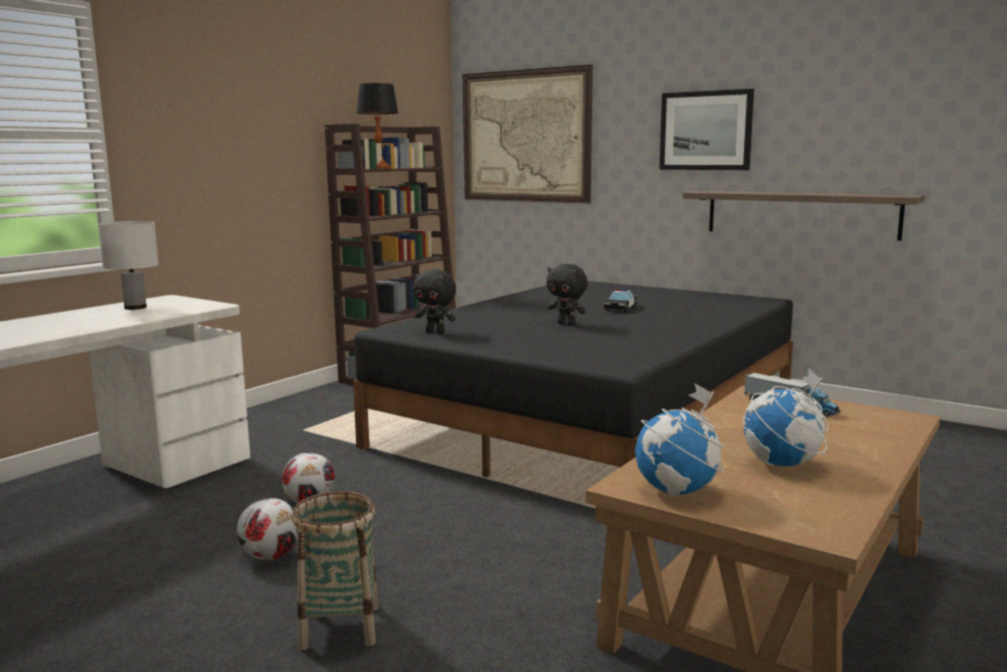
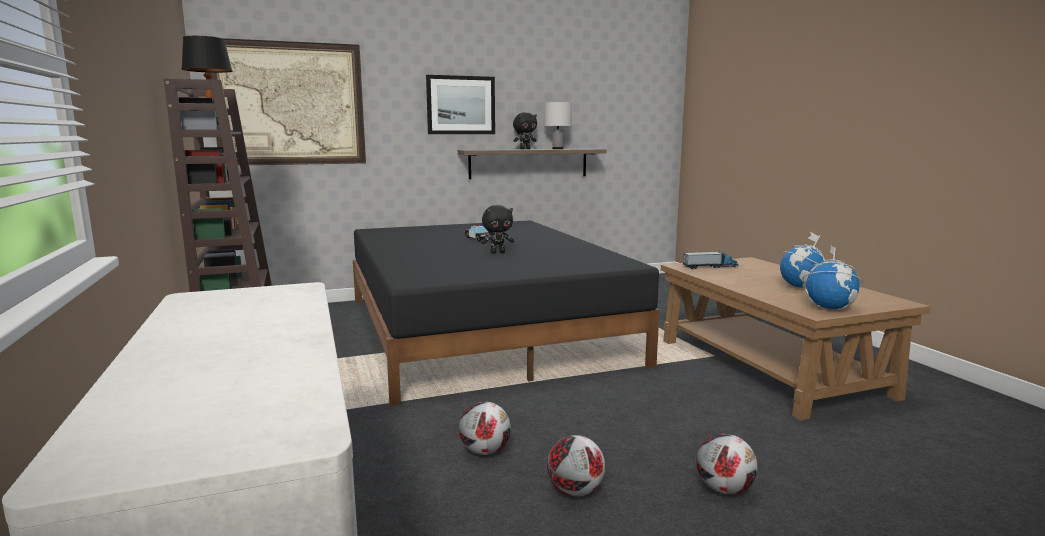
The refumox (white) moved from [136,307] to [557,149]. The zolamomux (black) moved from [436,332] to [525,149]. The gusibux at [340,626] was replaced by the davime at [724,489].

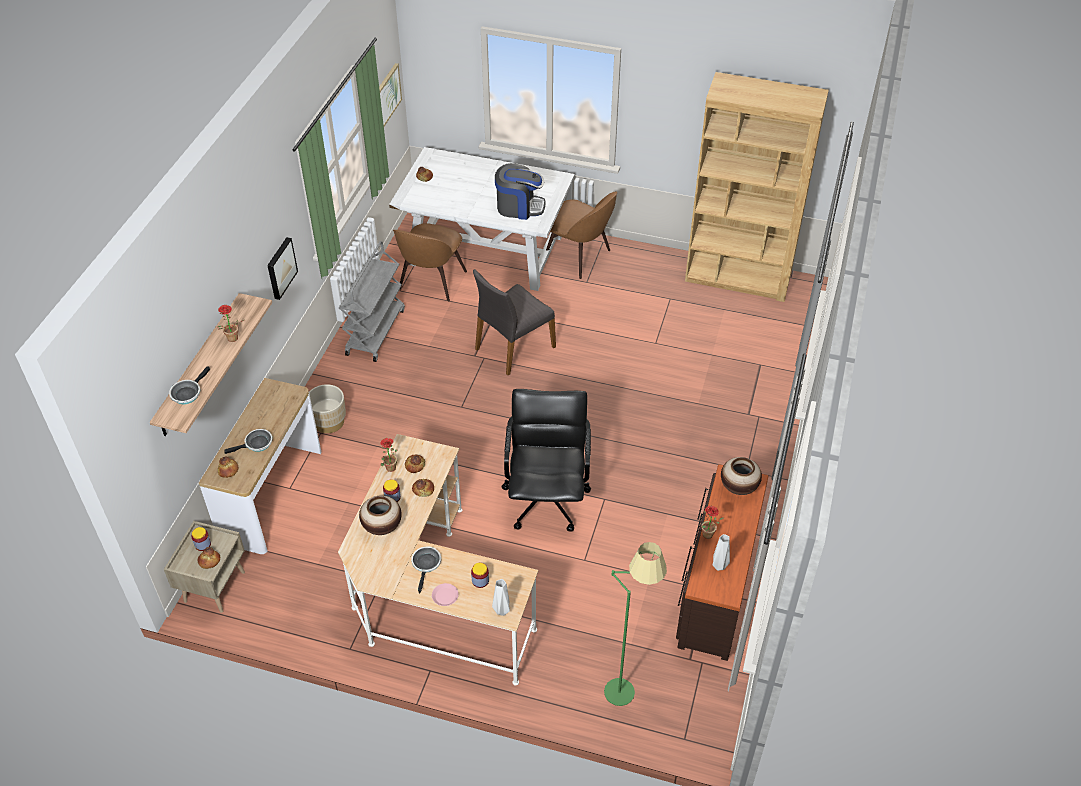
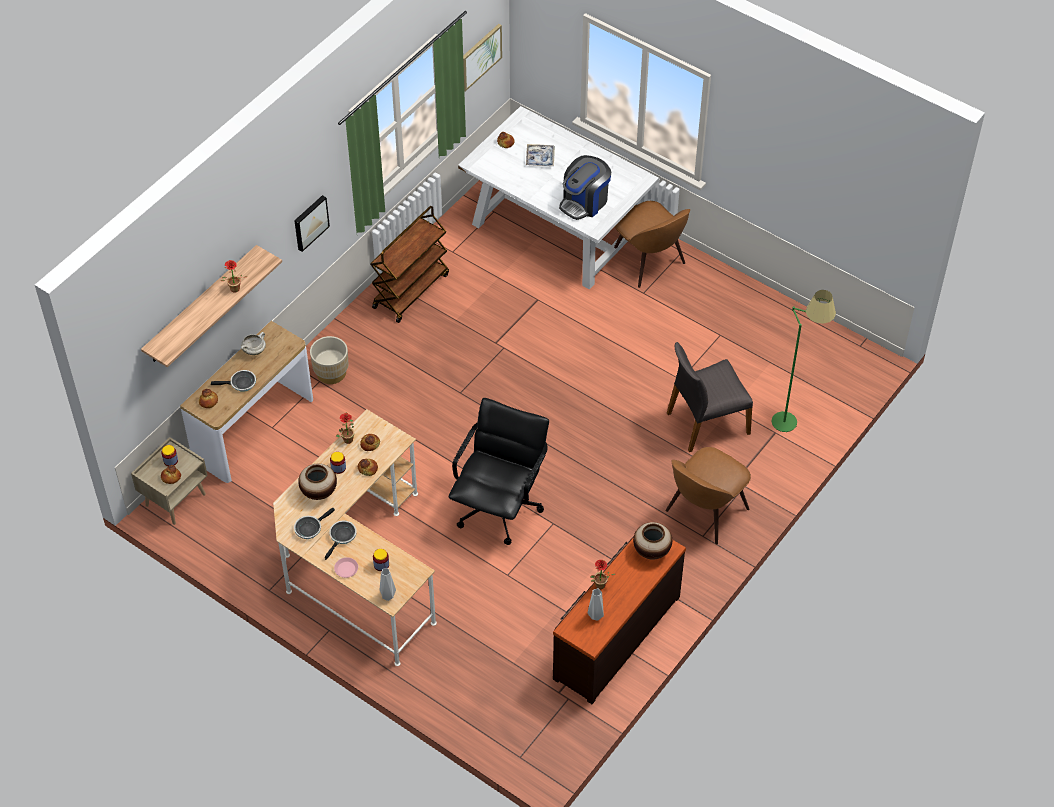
The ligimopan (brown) at [738,278] disappeared. The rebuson at [519,207] turned 105 degrees clockwise. The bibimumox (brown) moved from [431,282] to [705,512]. The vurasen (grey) at [375,331] became the vurasen (brown) at [410,290]. The bibimumox (grey) moved from [513,347] to [706,422]. The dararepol moved from [187,393] to [310,528]. The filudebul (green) moved from [627,681] to [793,416]. The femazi at [540,158] appeared. The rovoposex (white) at [254,350] appeared.

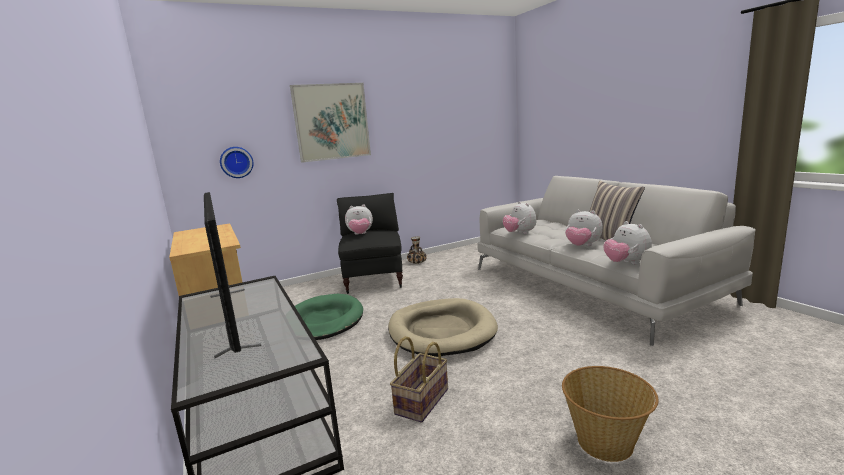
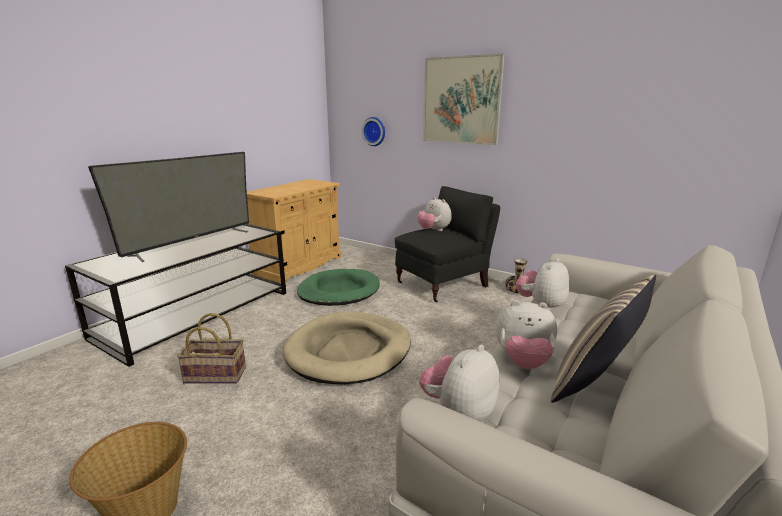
The zolamomux at [582,246] turned 90 degrees counterclockwise.

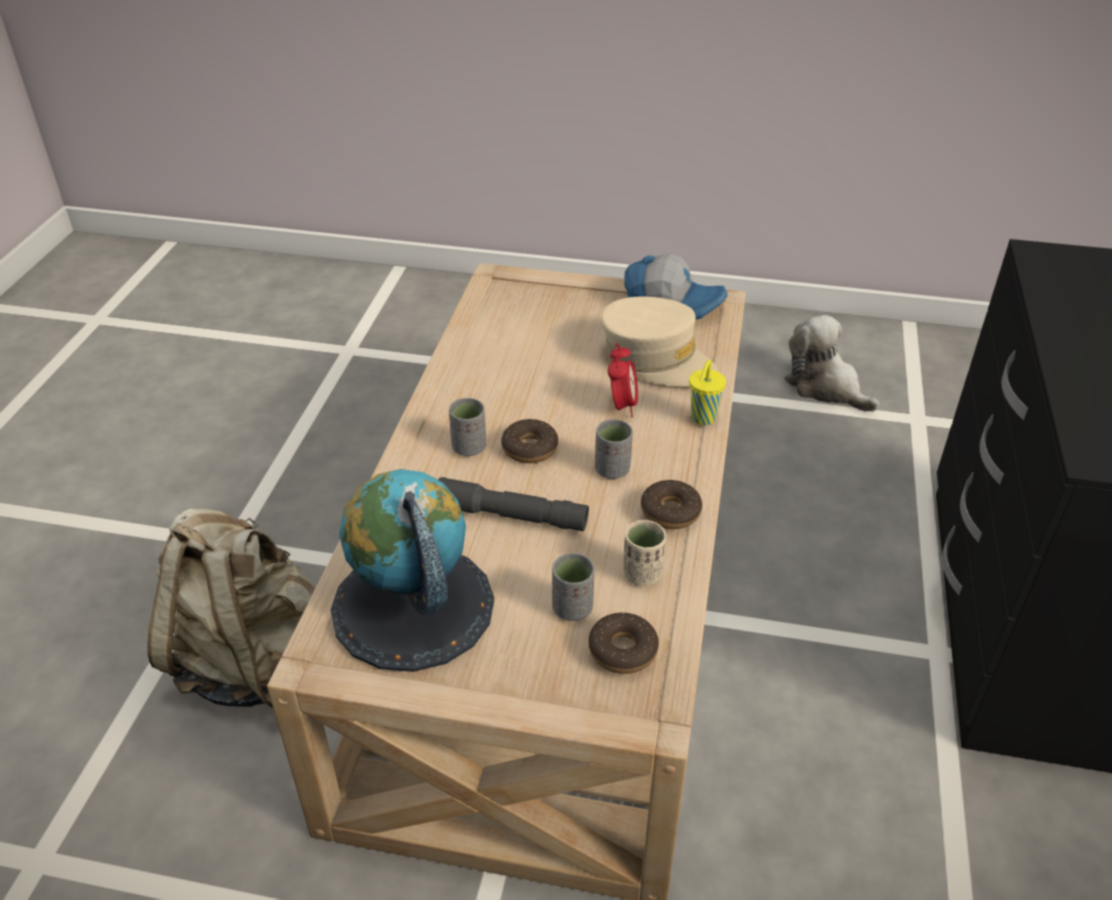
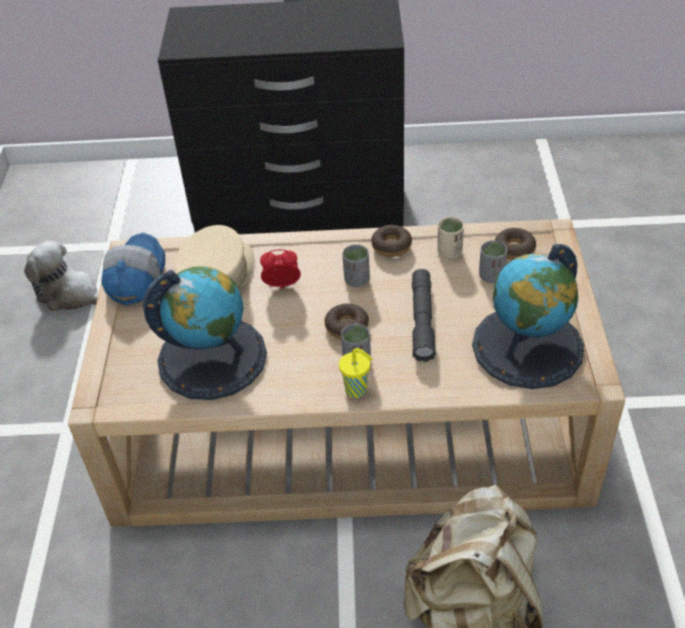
The zolamomux at [825,387] turned 75 degrees clockwise. The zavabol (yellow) moved from [702,419] to [357,390]. The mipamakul at [212,357] appeared.

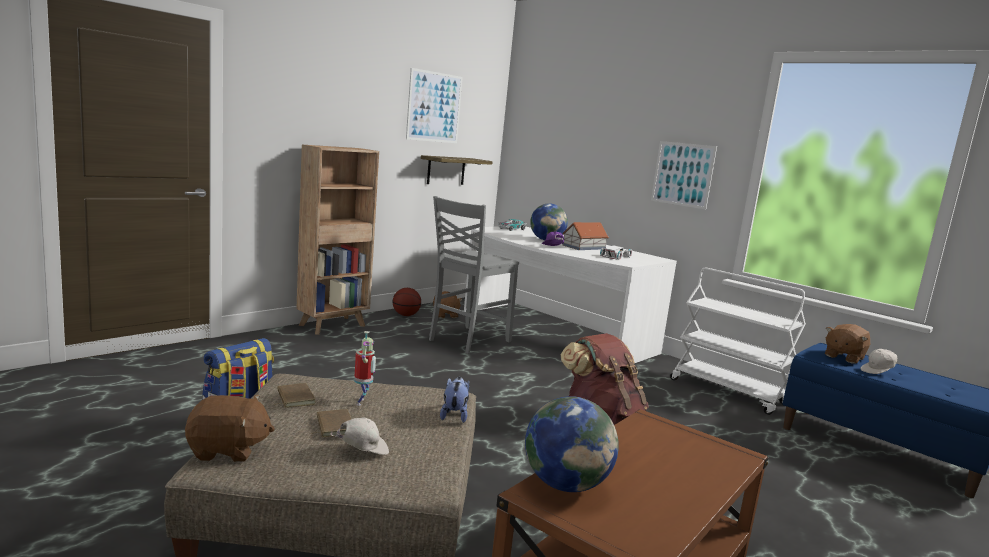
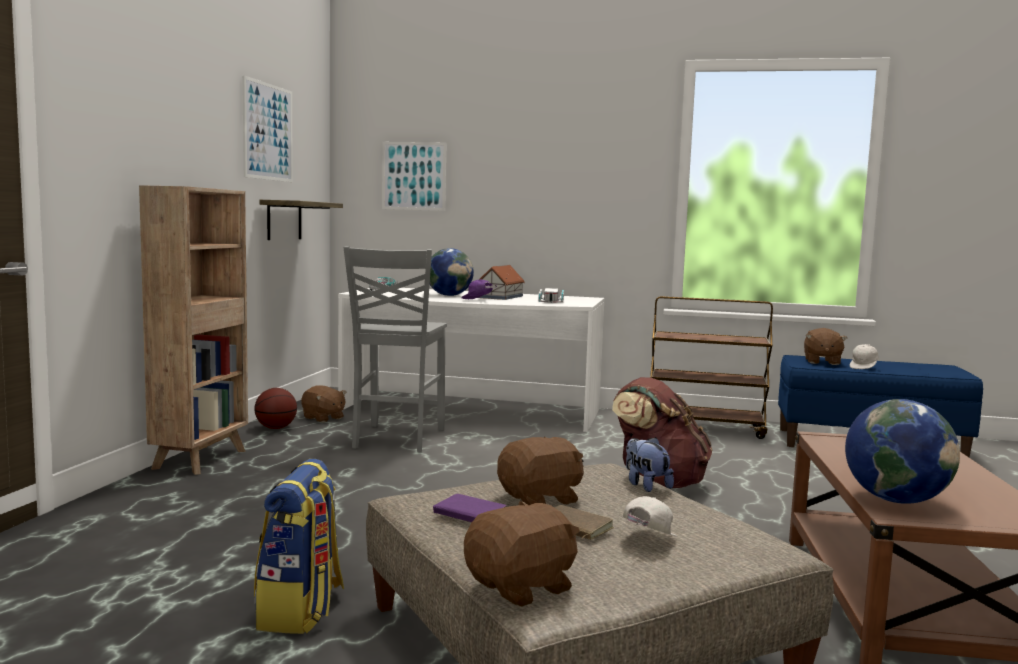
The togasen moved from [682,174] to [413,176]. The vurasen (white) at [729,392] became the vurasen (brown) at [705,428]. The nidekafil at [362,402] was replaced by the zolamomux (brown) at [541,499]. The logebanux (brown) at [294,398] became the logebanux (purple) at [468,514].

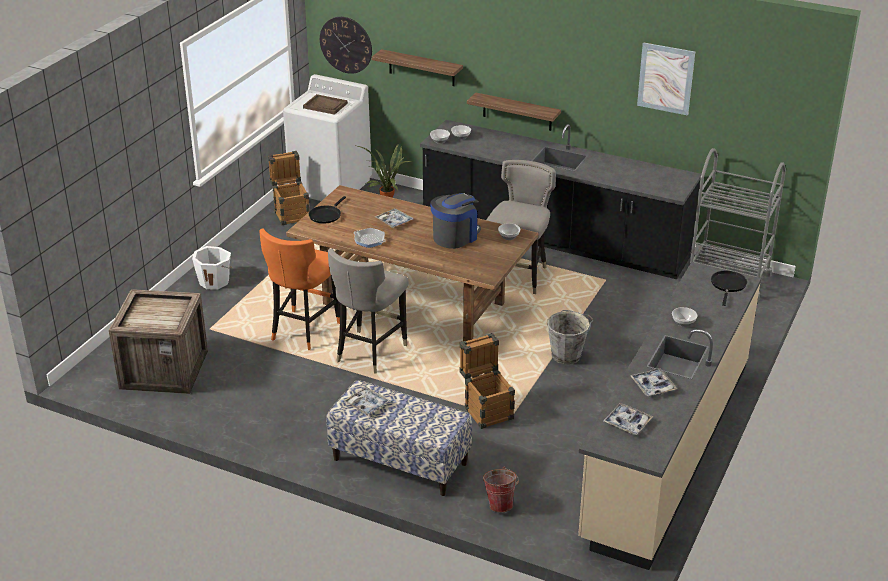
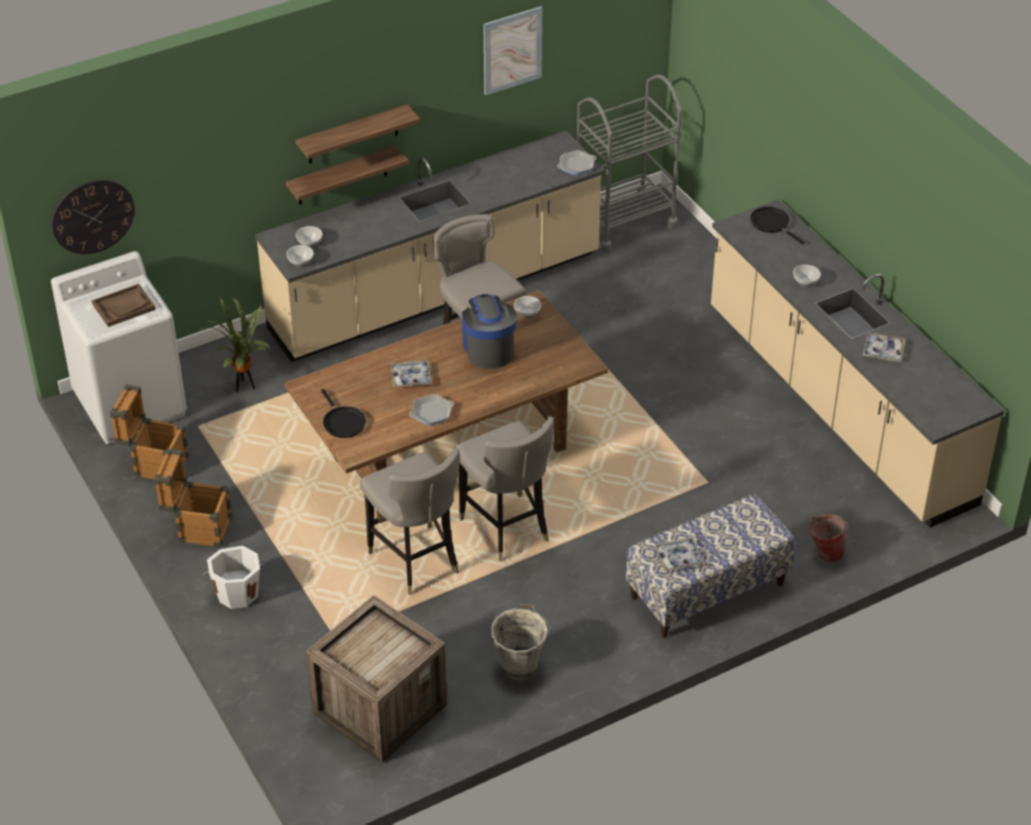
The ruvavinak moved from [421,68] to [352,135]. The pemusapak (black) at [553,240] became the pemusapak (beige) at [436,294]. The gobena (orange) at [303,331] became the gobena (grey) at [416,561]. The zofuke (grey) moved from [567,355] to [519,663]. The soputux moved from [486,409] to [198,528]. The femazi at [627,423] disappeared. The dararepol at [576,166] appeared.

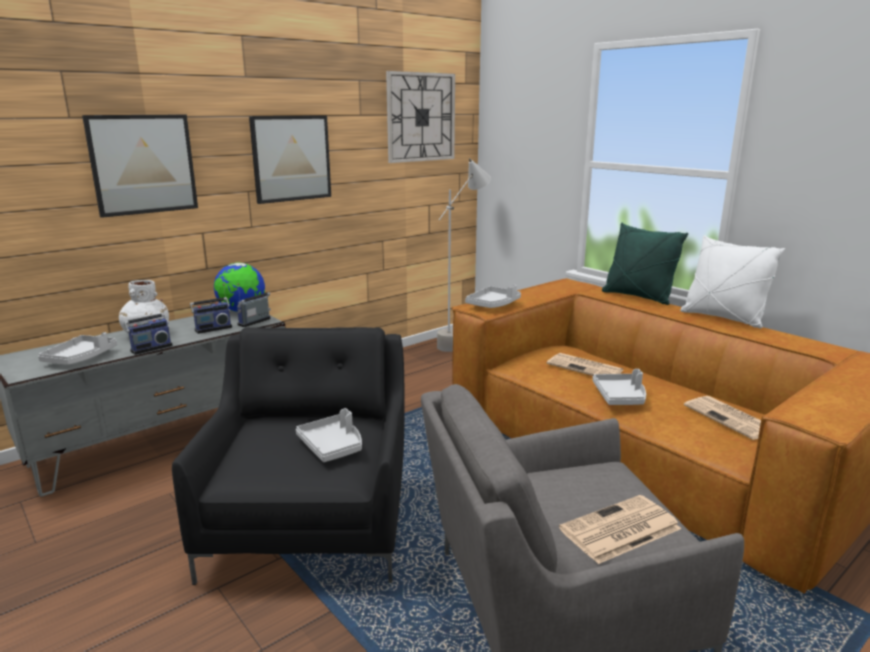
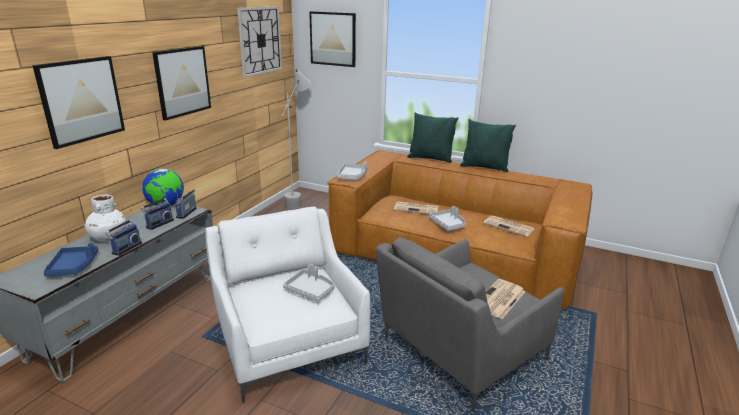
The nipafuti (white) at [723,318] became the nipafuti (green) at [484,167]. The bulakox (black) at [312,520] became the bulakox (white) at [289,342]. The femazi (grey) at [81,358] became the femazi (blue) at [74,266]. The togasen at [333,39] appeared.

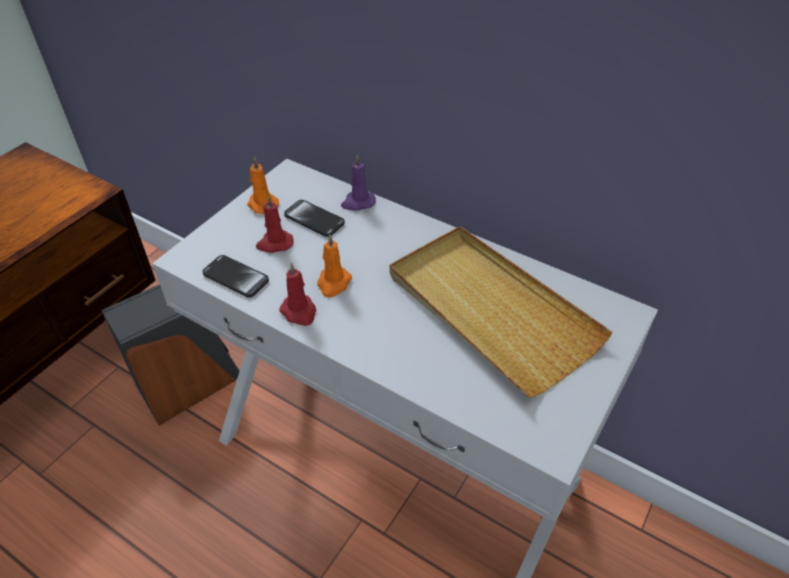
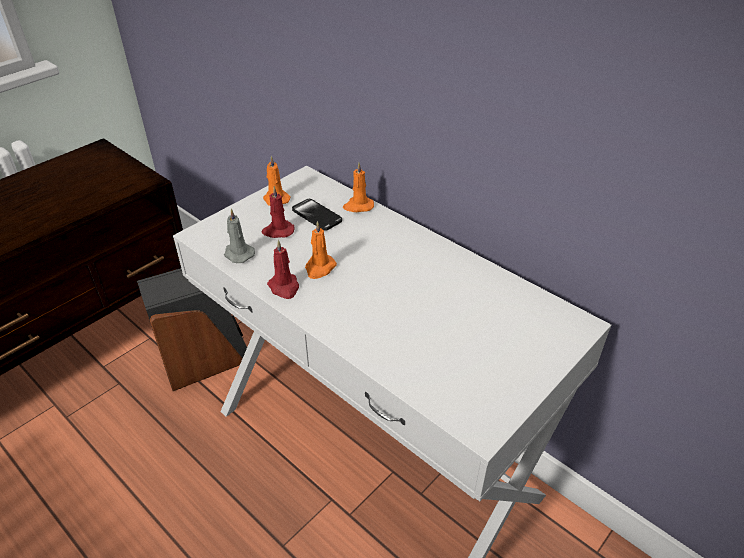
The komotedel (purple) at [358,202] became the komotedel (orange) at [358,206]. The femazi (beige) at [490,310] disappeared. The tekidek at [236,277] was replaced by the komotedel (grey) at [238,254].

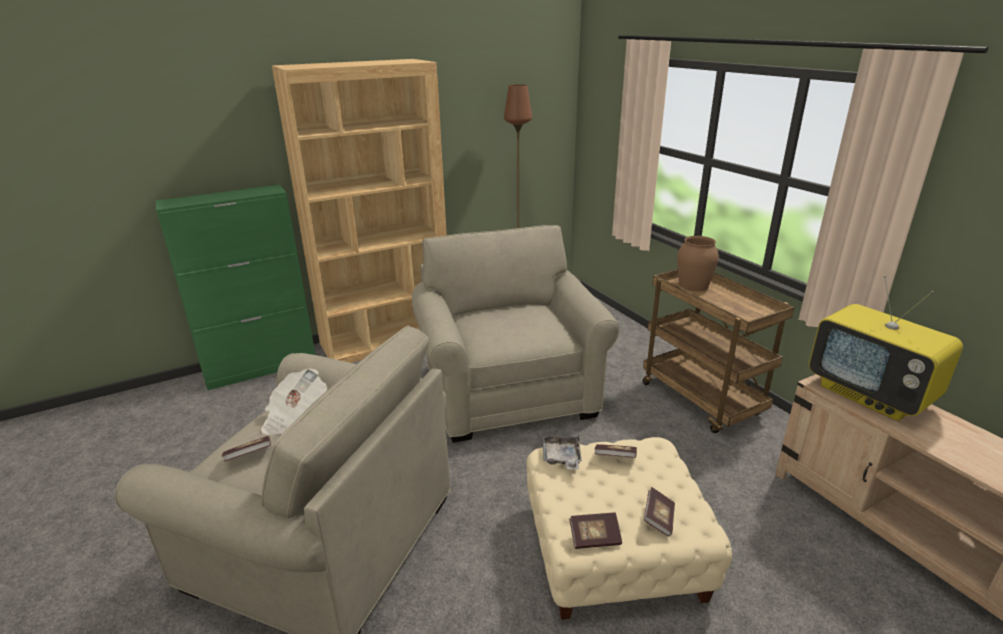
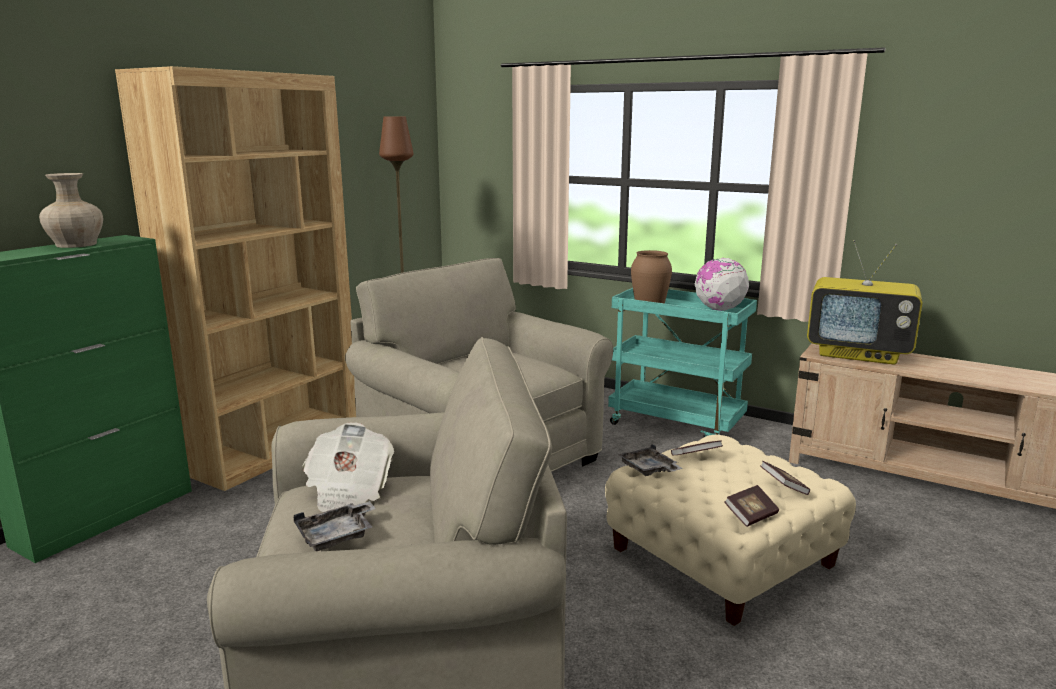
The vurasen (brown) at [702,400] became the vurasen (turquoise) at [677,424]. The logebanux at [249,456] was replaced by the femazi (grey) at [337,536]. The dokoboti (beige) at [76,245] appeared. The mipamakul at [719,309] appeared.

